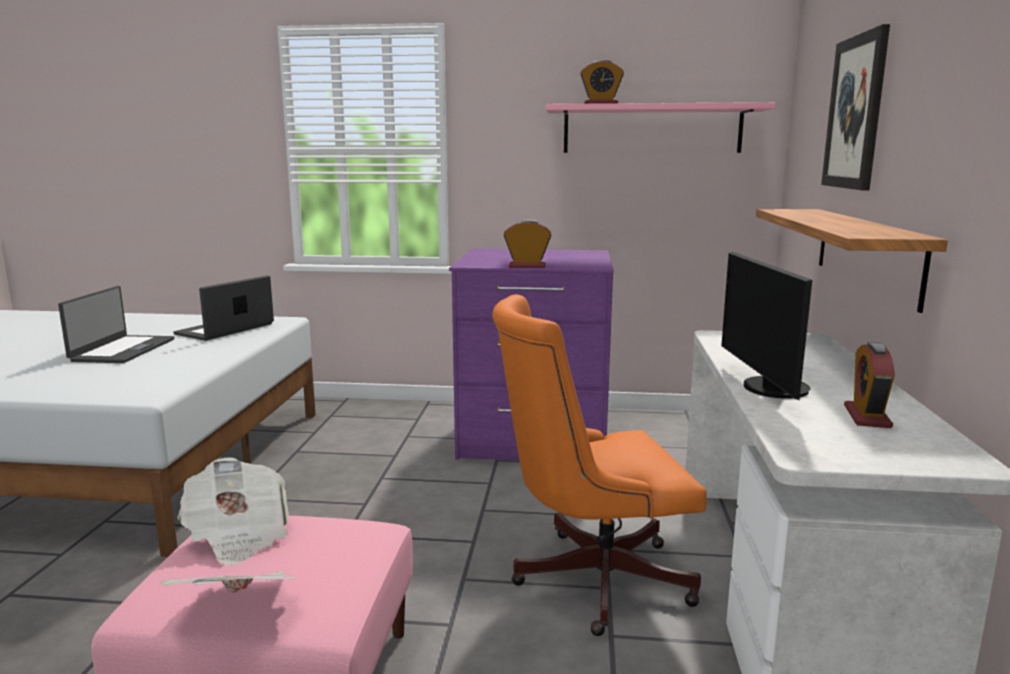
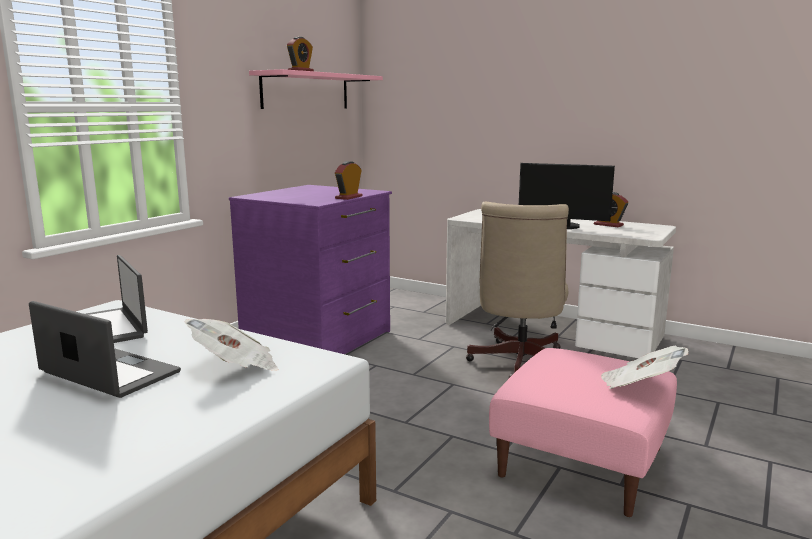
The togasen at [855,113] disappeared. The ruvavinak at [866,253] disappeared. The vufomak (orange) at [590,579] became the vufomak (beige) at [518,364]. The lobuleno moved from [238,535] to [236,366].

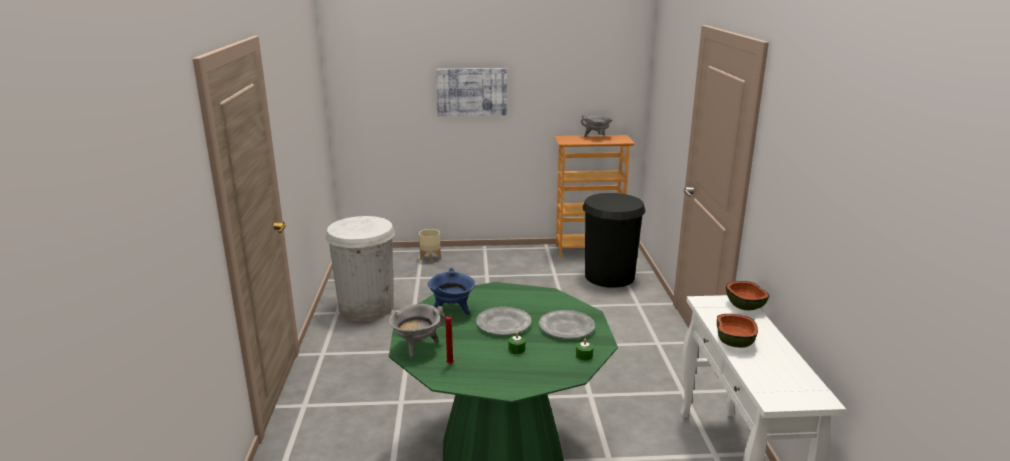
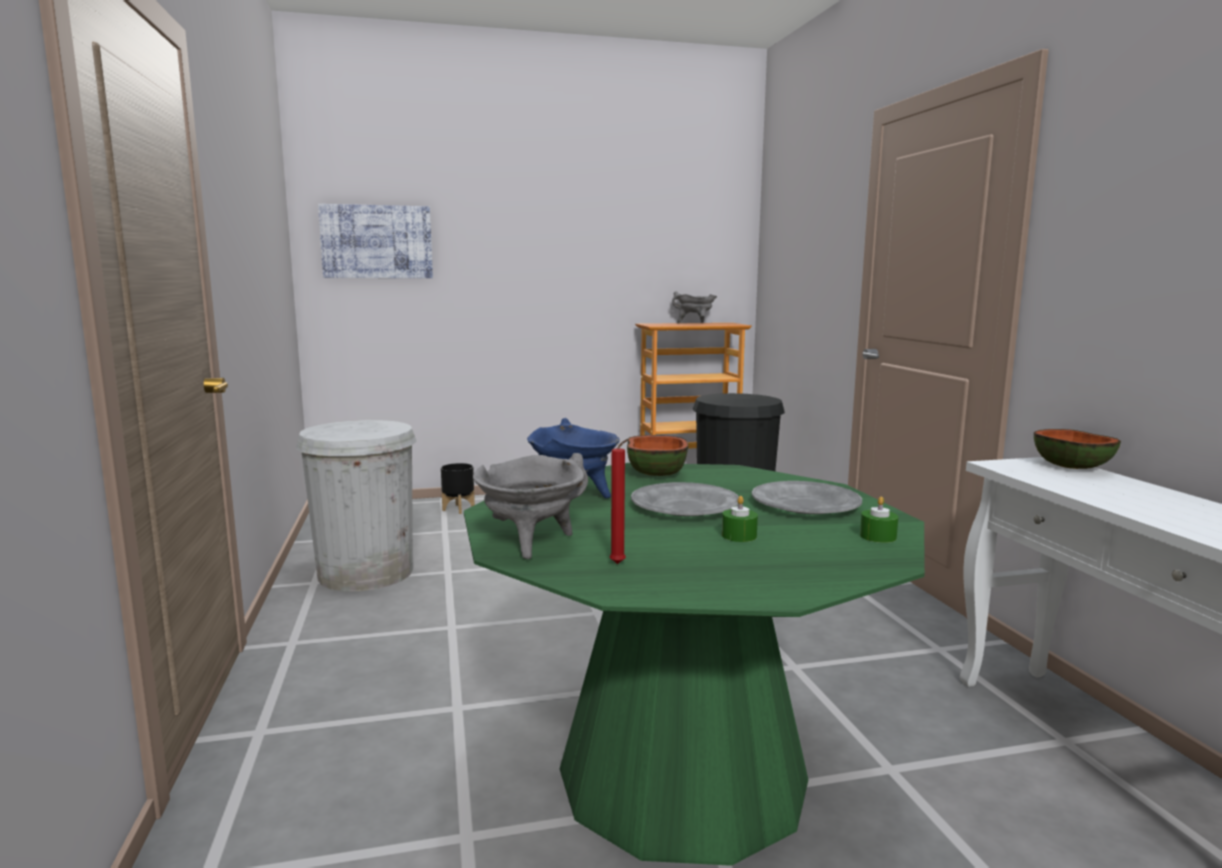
The togasen moved from [471,92] to [377,242]. The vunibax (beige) at [430,258] became the vunibax (black) at [459,509]. The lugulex moved from [733,342] to [655,473].

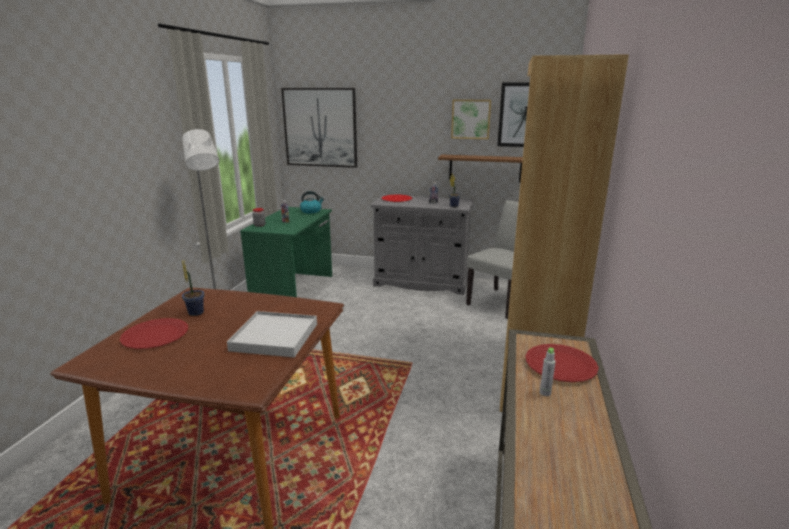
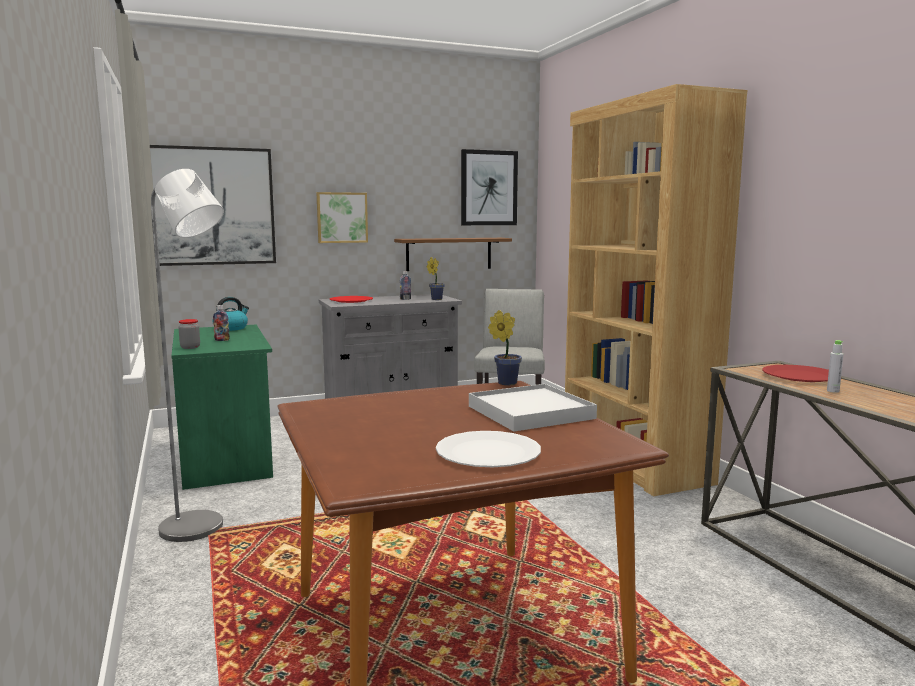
The togasen moved from [471,119] to [342,217]. The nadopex moved from [196,312] to [505,383]. The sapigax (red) at [155,335] disappeared. The sapigax (white) at [487,452] appeared.

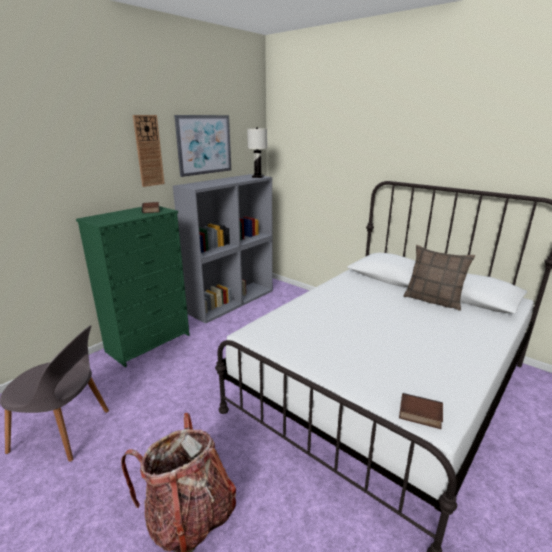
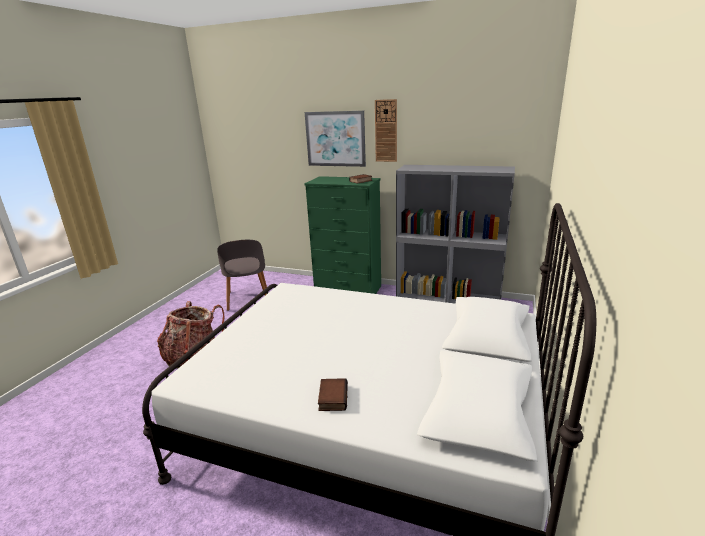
The togasen moved from [204,145] to [335,139]. The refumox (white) at [258,177] disappeared. The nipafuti at [433,300] disappeared. The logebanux moved from [419,414] to [332,397].

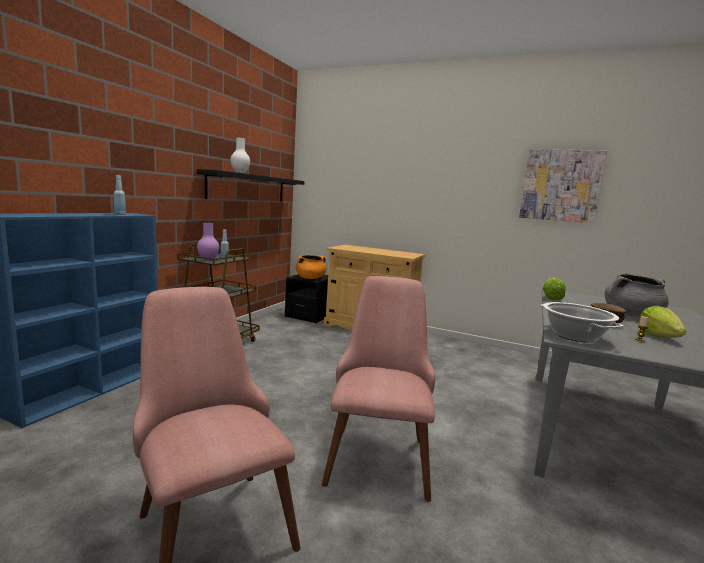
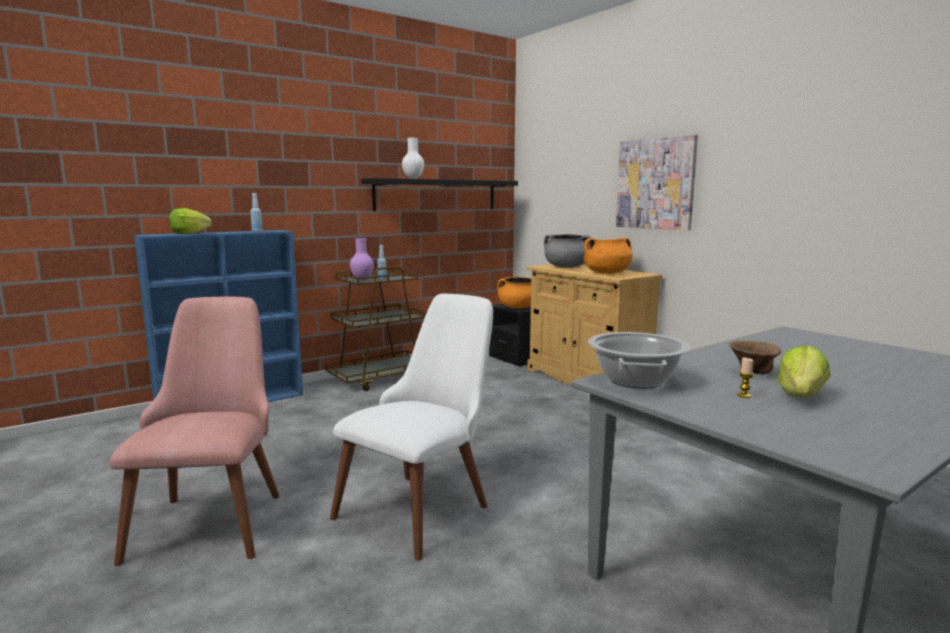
The togasen moved from [560,185] to [655,184]. The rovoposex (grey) moved from [631,315] to [566,267]. The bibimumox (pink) at [378,451] became the bibimumox (white) at [424,504]. The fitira moved from [551,298] to [189,233]. The rovoposex (orange) at [607,273] appeared.

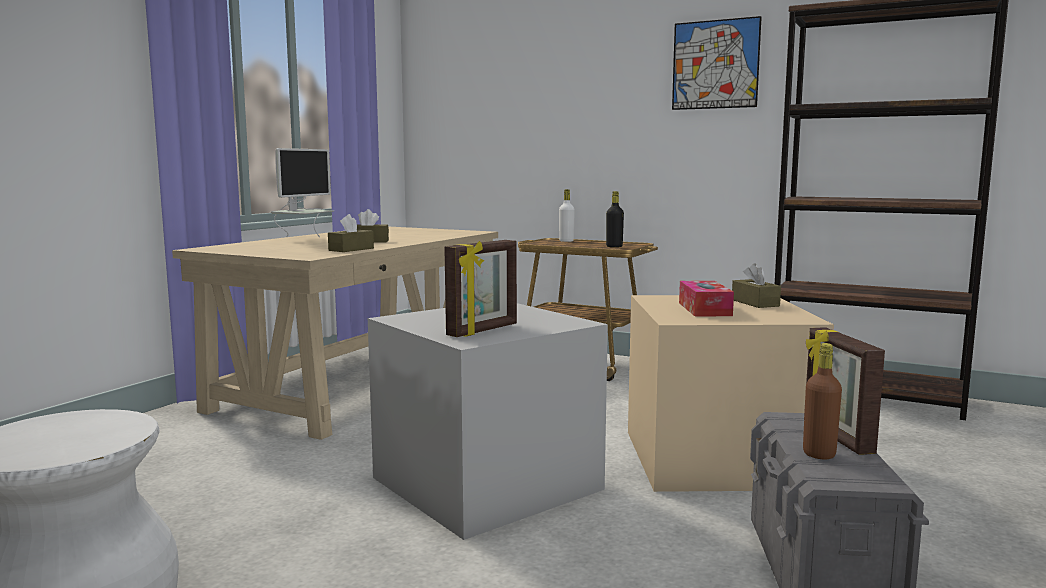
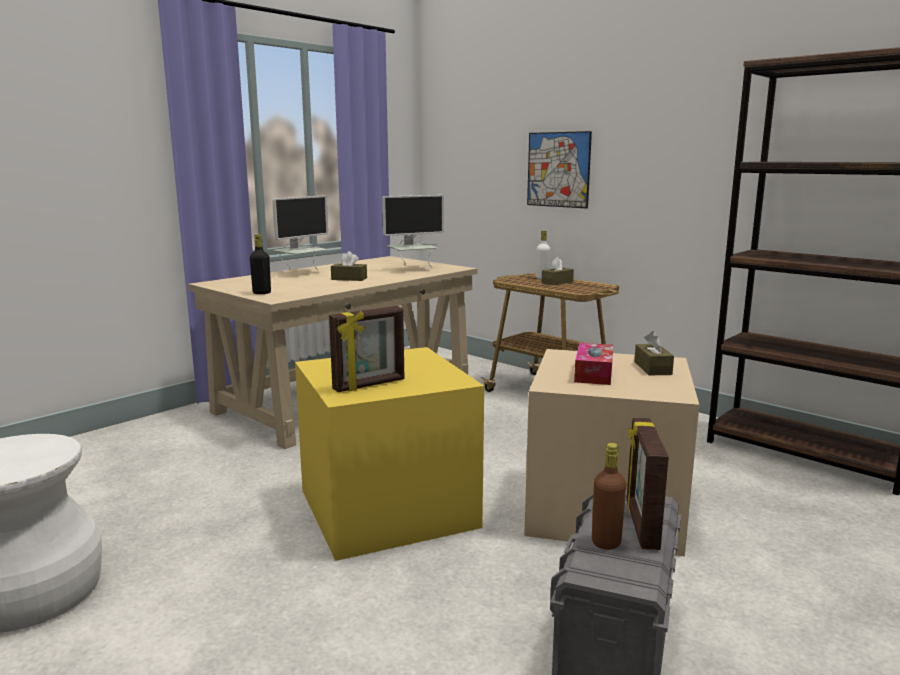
The togasen moved from [715,64] to [558,169]. The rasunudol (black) moved from [614,247] to [262,293]. The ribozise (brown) moved from [351,249] to [557,282]. The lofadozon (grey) at [487,482] became the lofadozon (yellow) at [389,507]. The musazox at [413,269] appeared.

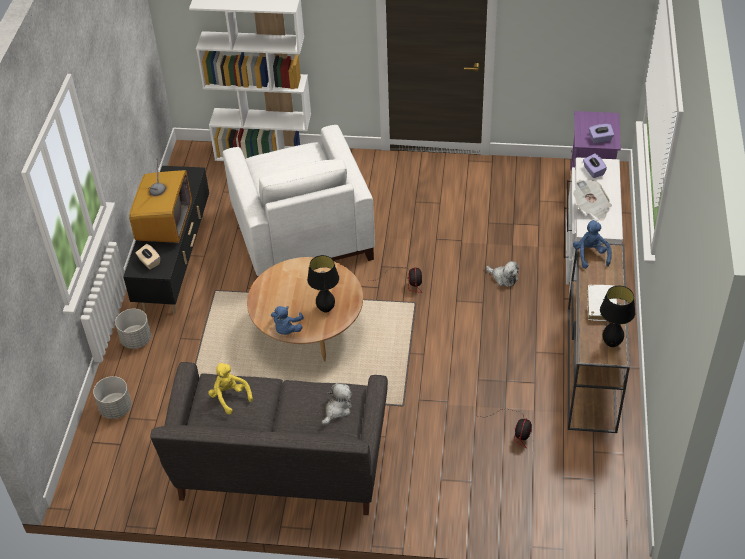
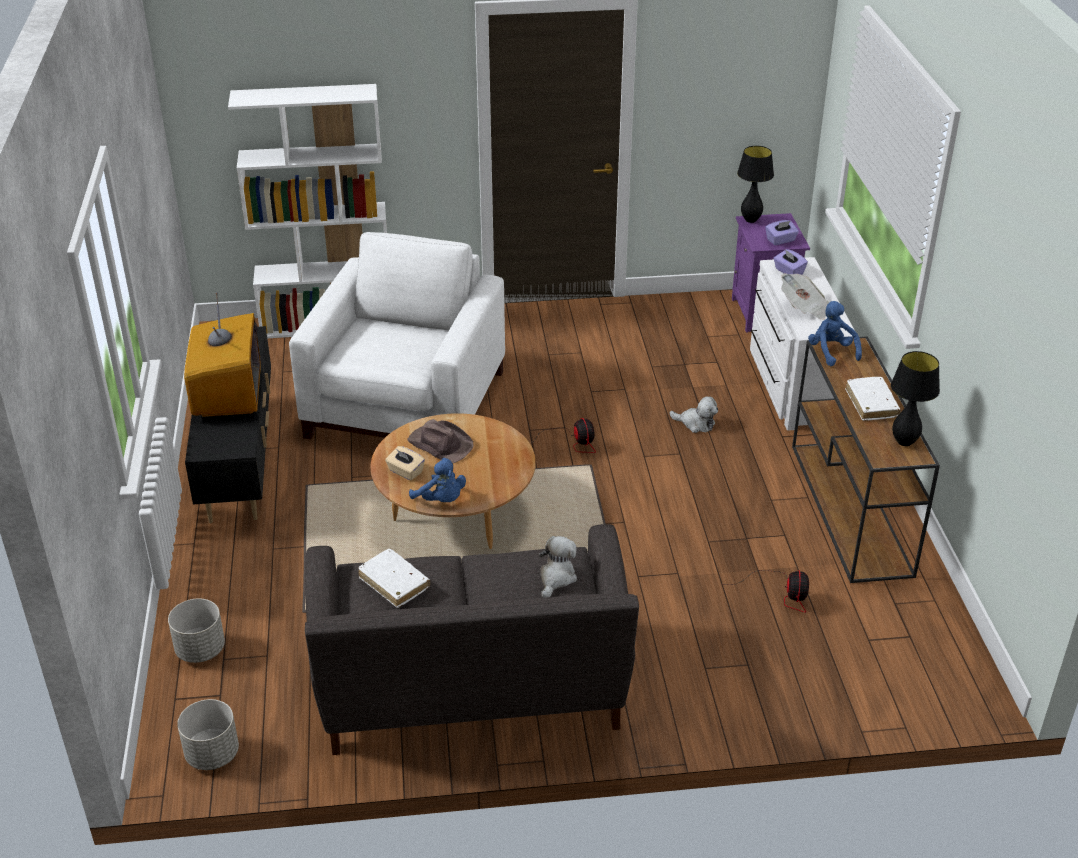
The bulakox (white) at [300,233] turned 135 degrees counterclockwise. The ribozise (beige) moved from [149,262] to [405,472]. The refumox (black) moved from [325,309] to [750,220]. The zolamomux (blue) at [287,329] turned 45 degrees counterclockwise. The vunibax (grey) moved from [136,339] to [212,754]. The zolamomux (yellow) at [229,397] was replaced by the logebanux (white) at [394,583]. The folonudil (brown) at [440,444] appeared.

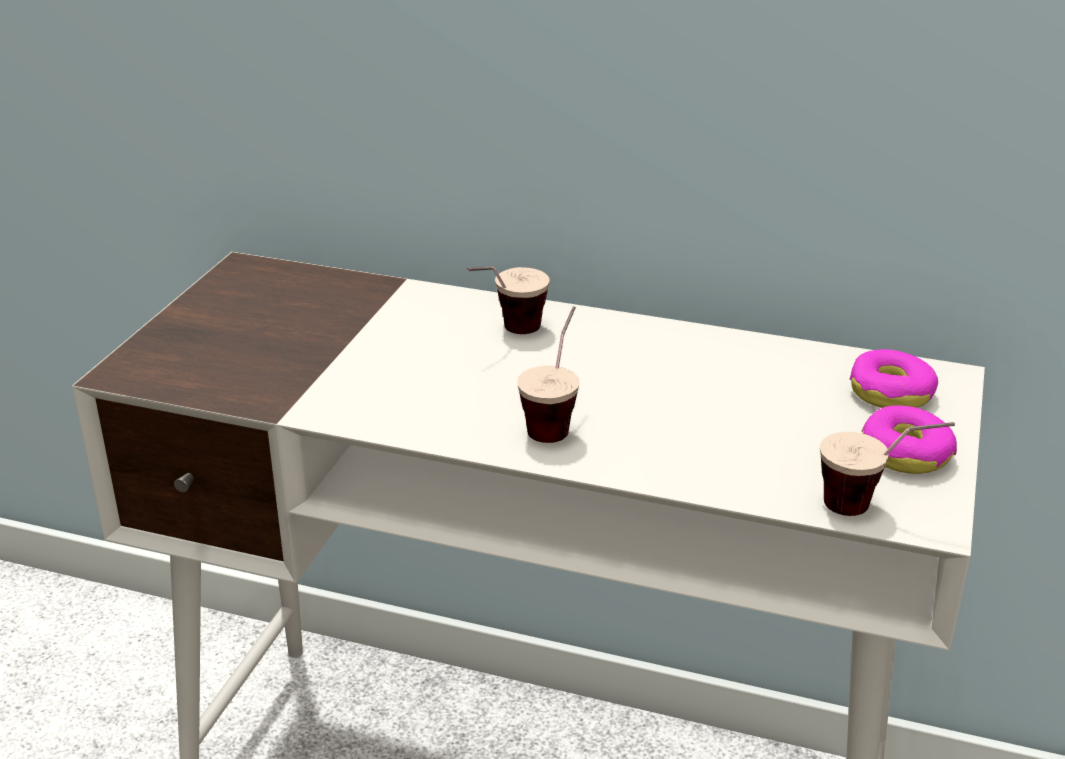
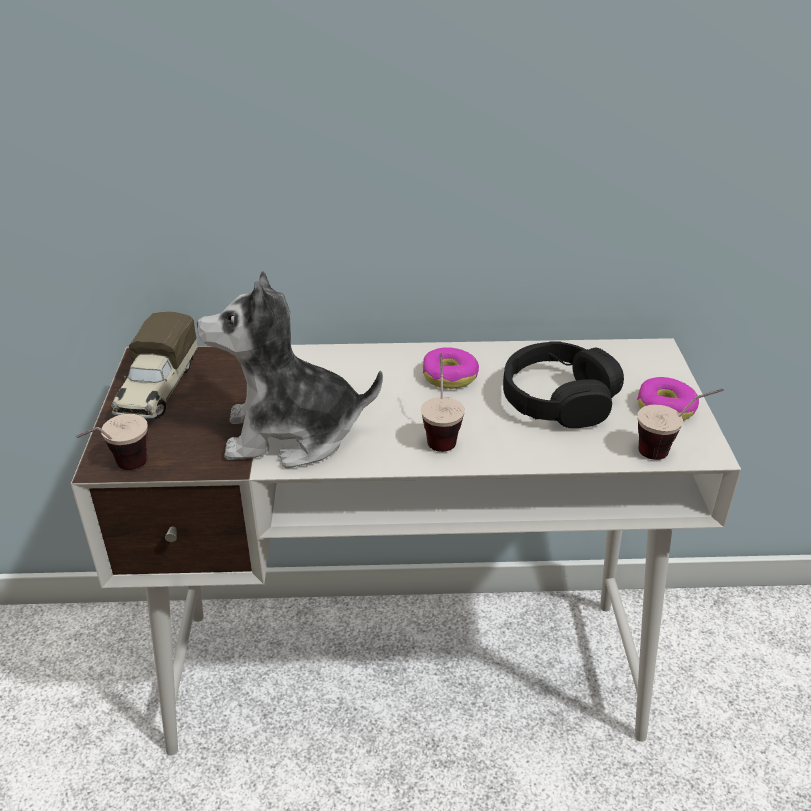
The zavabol moved from [506,334] to [120,472]. The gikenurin moved from [891,392] to [450,376]. The zolamomux at [291,434] appeared. The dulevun at [157,390] appeared. The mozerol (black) at [558,399] appeared.

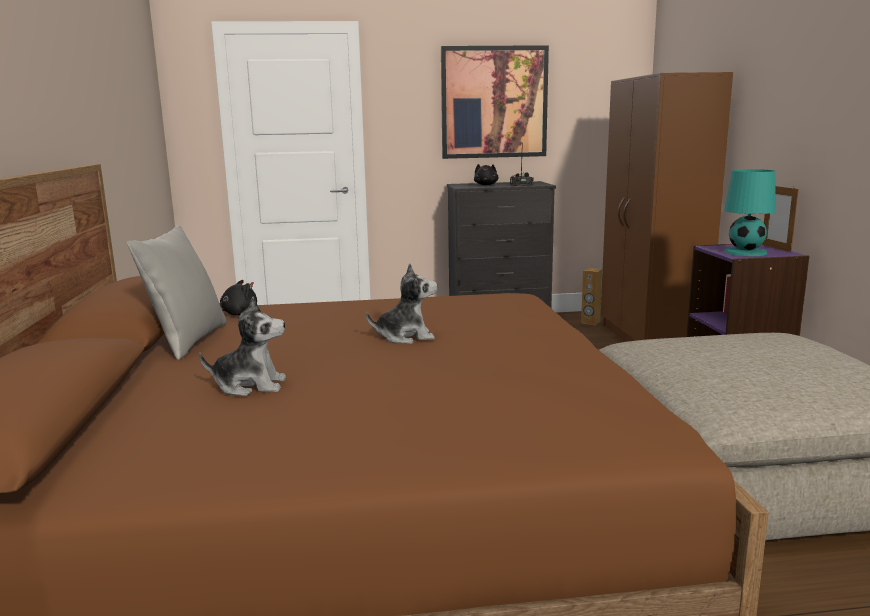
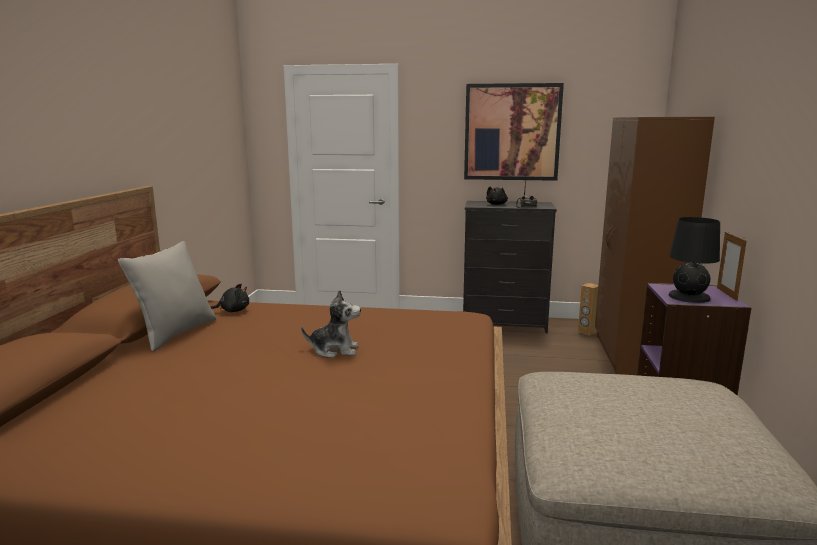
The refumox (turquoise) at [745,252] became the refumox (black) at [688,297]. The zolamomux at [250,386] disappeared.

